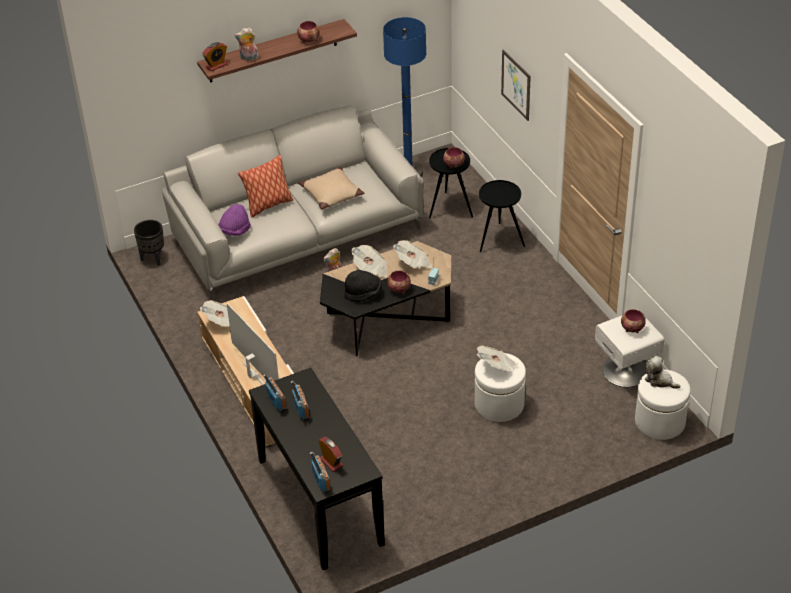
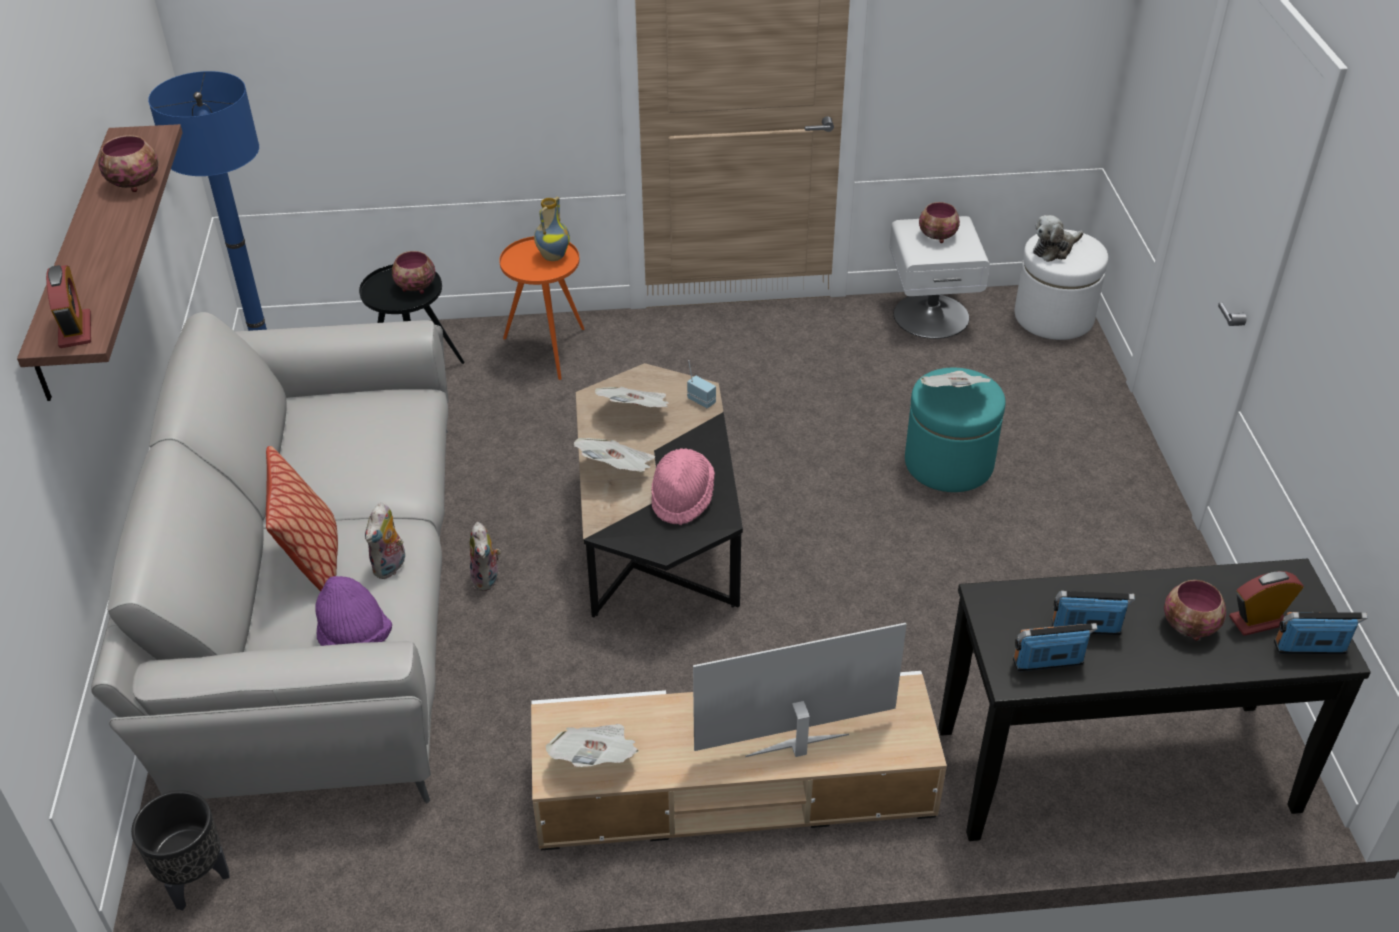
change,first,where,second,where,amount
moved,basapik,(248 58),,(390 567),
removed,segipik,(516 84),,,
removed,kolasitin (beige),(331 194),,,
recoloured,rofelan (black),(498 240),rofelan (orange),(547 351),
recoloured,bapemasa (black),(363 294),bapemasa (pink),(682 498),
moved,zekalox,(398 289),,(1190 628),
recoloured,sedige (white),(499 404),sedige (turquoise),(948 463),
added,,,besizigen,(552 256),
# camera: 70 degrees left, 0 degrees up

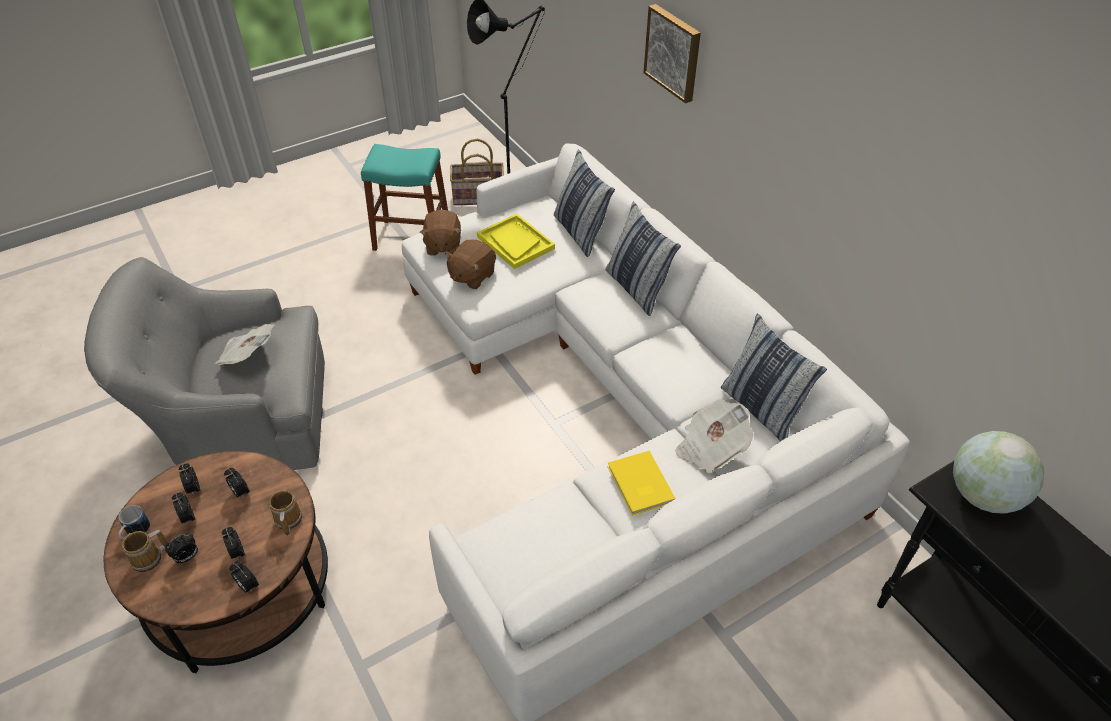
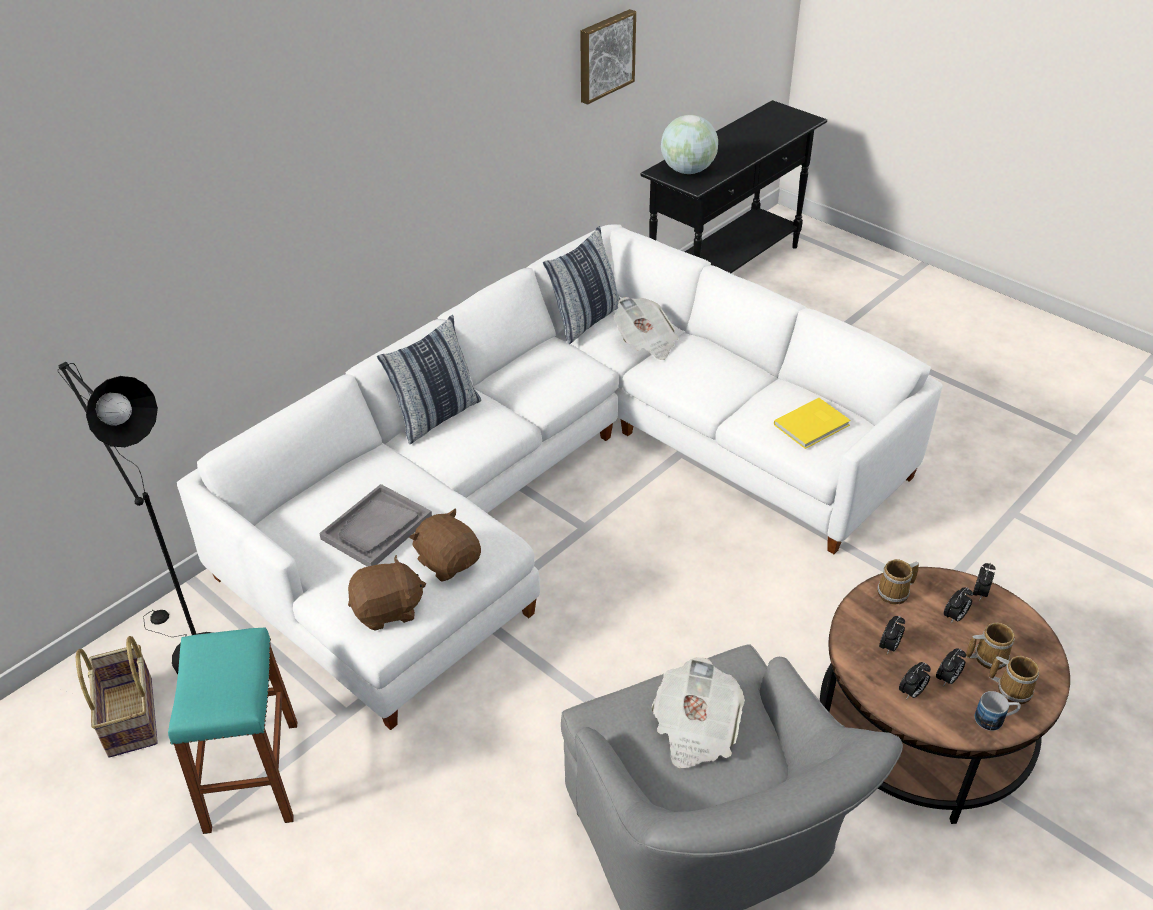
change,first,where,second,where,amount
moved,segipik,(674 52),,(605 55),
removed,kolasitin,(580 233),,,
recoloured,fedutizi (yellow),(515 243),fedutizi (grey),(376 528),
turned,basapik (brown),(472 276),,(448 561),150 degrees counterclockwise
moved,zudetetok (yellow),(639 485),,(813 425),
replaced,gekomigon,(187 557),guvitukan,(988 656),
# camera: 105 degrees left, 5 degrees down

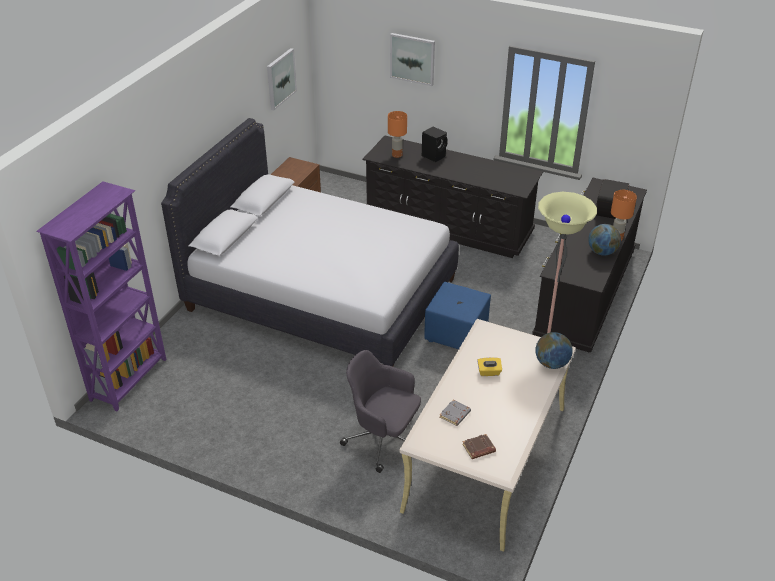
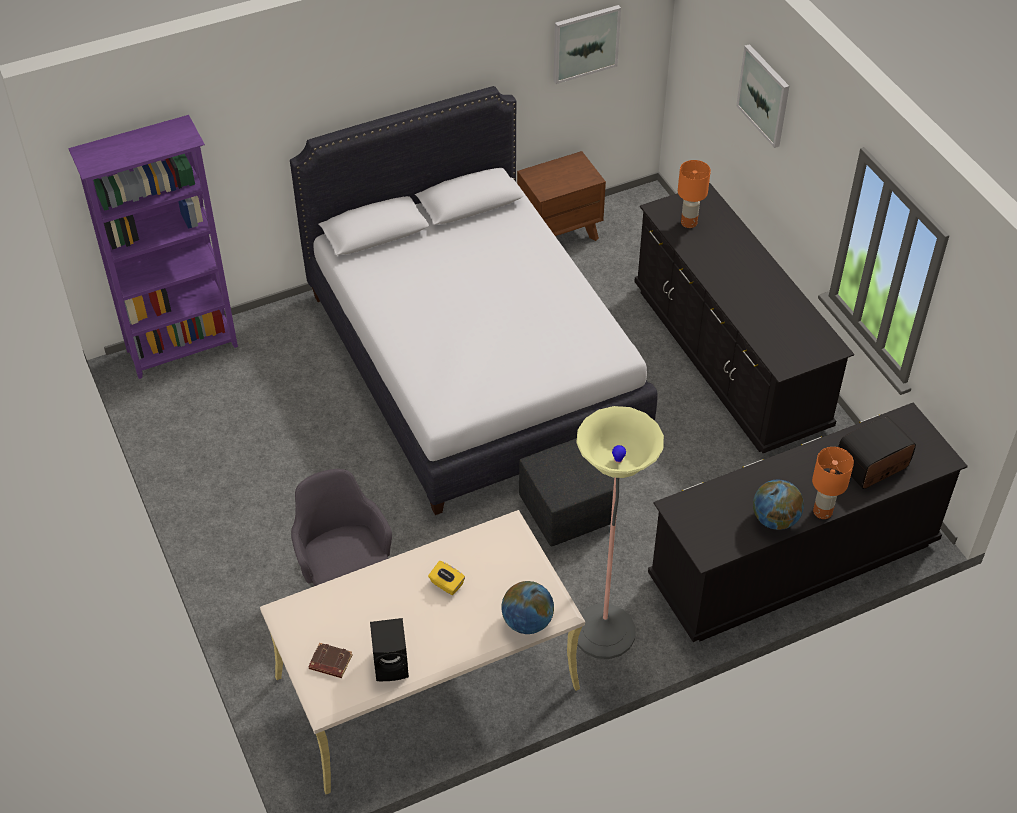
change,first,where,second,where,amount
moved,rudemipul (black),(434 156),,(392 664),
recoloured,sedige (blue),(455 334),sedige (black),(567 511),
removed,zudetetok (grey),(455 415),,,
# camera: 40 degrees right, 10 degrees up

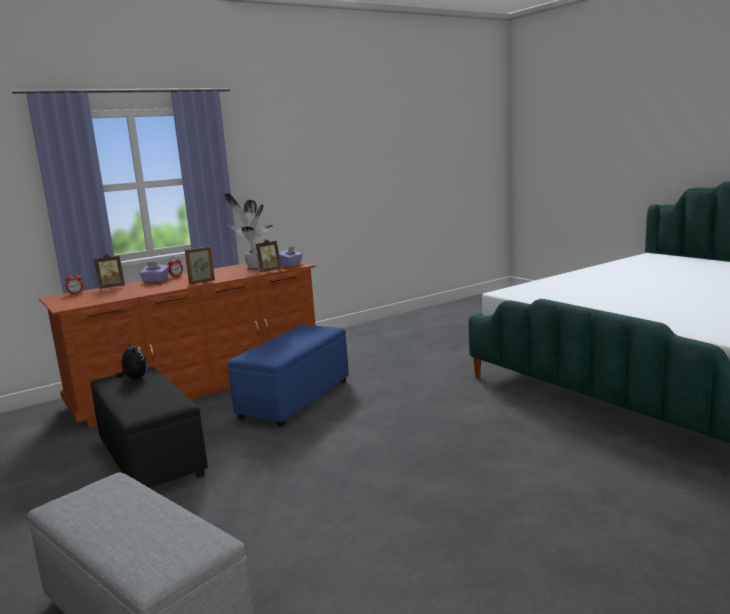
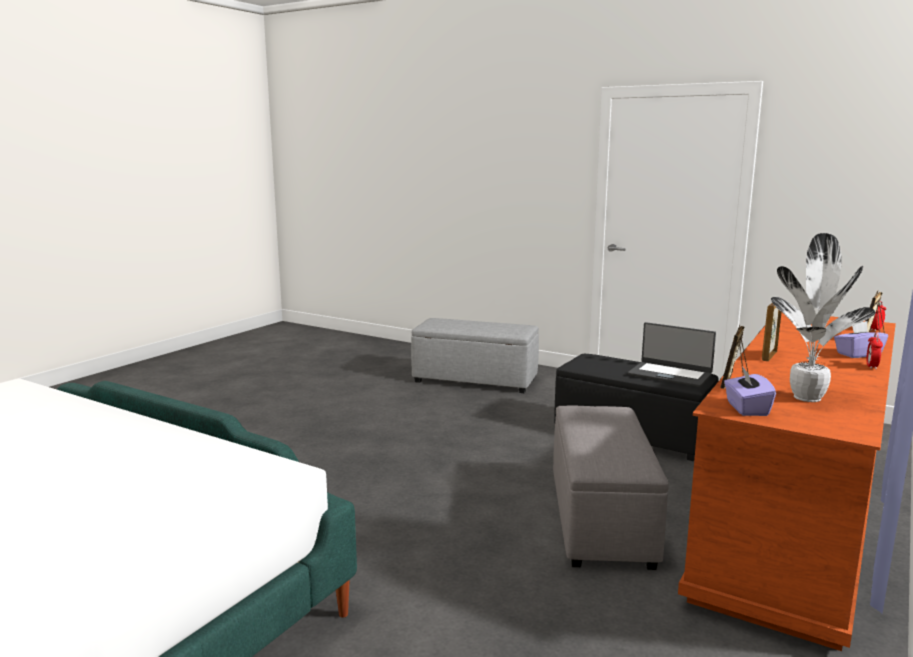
change,first,where,second,where,amount
recoloured,sedige (blue),(296 398),sedige (grey),(601 519),
replaced,basapik,(134 378),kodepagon,(670 374),
# camera: 155 degrees right, 0 degrees up

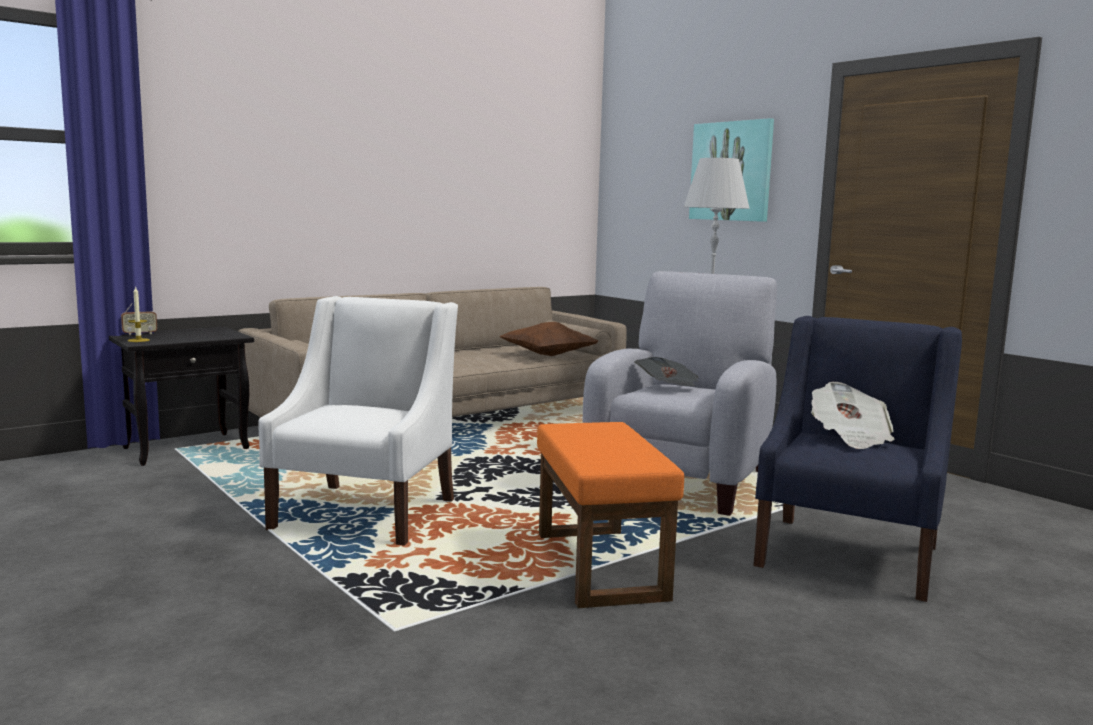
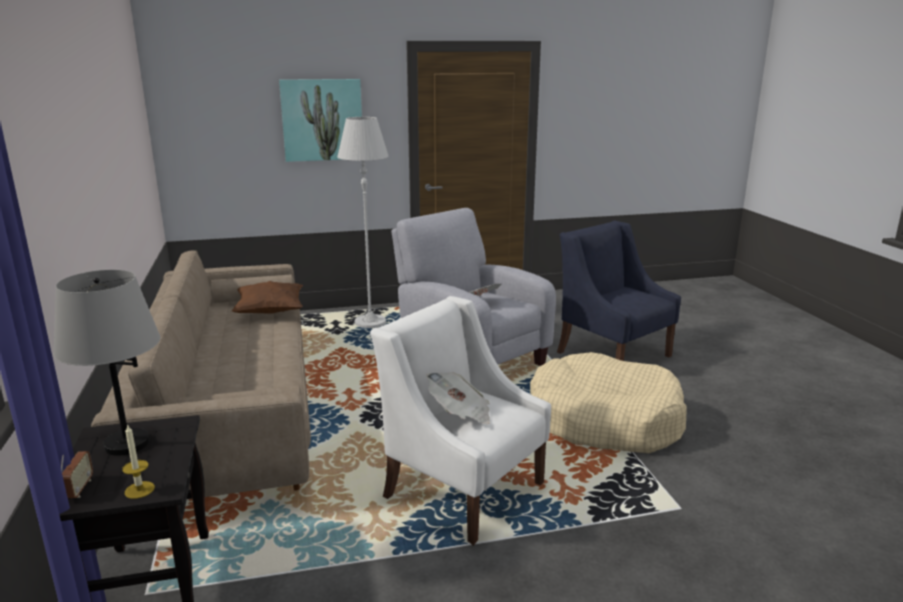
change,first,where,second,where,amount
moved,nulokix,(850 437),,(460 413),
replaced,sedige (orange),(602 566),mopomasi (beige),(604 420),
added,,,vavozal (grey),(126 444),
# camera: 65 degrees left, 10 degrees up

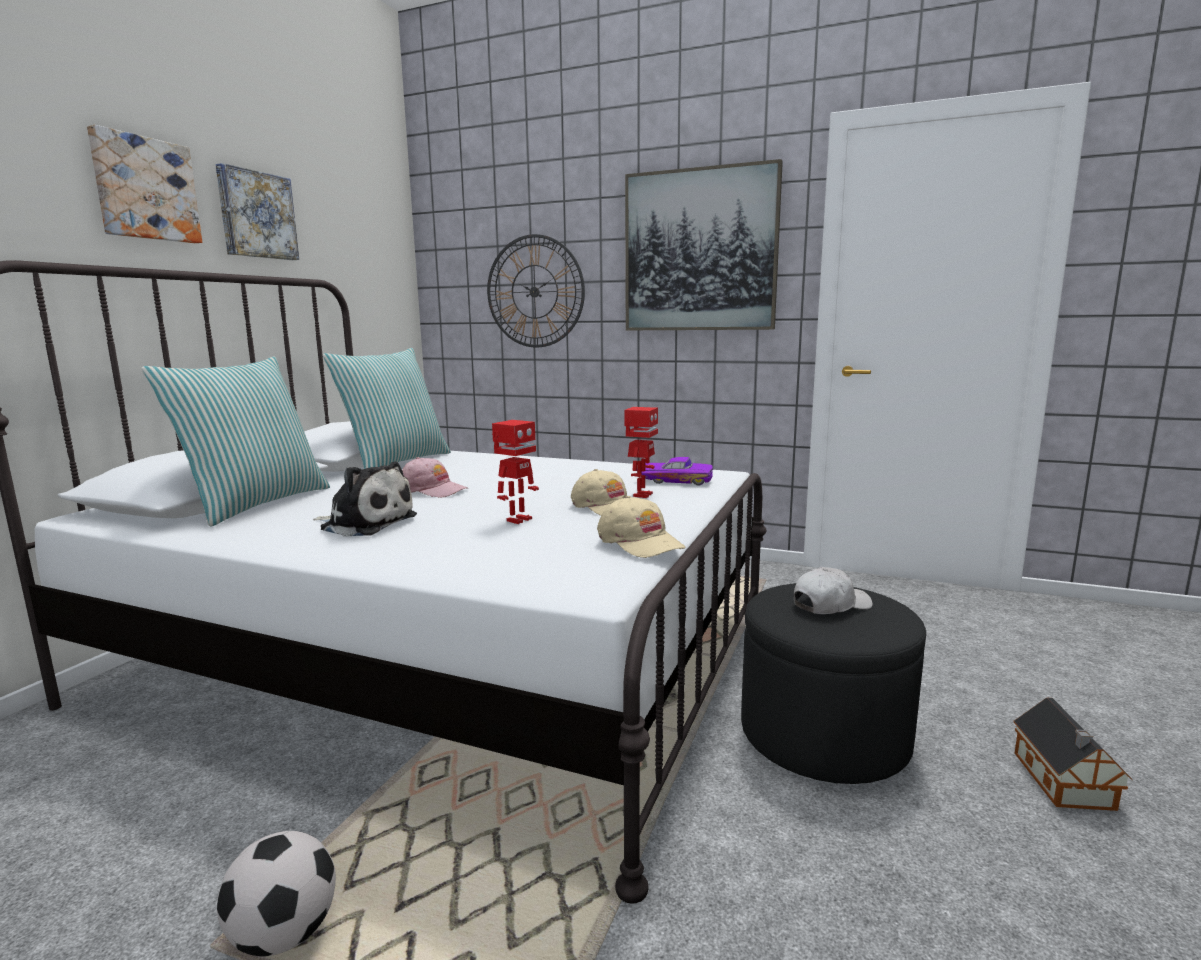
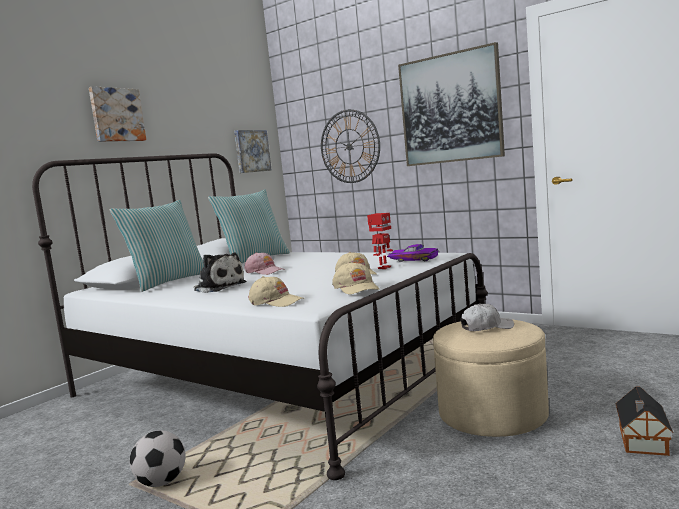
change,first,where,second,where,amount
moved,segipik,(256 215),,(251 151),
removed,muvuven,(518 520),,,
recoloured,sedige (black),(823 735),sedige (beige),(492 415),
added,,,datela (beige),(275 302),
# camera: 15 degrees right, 5 degrees down

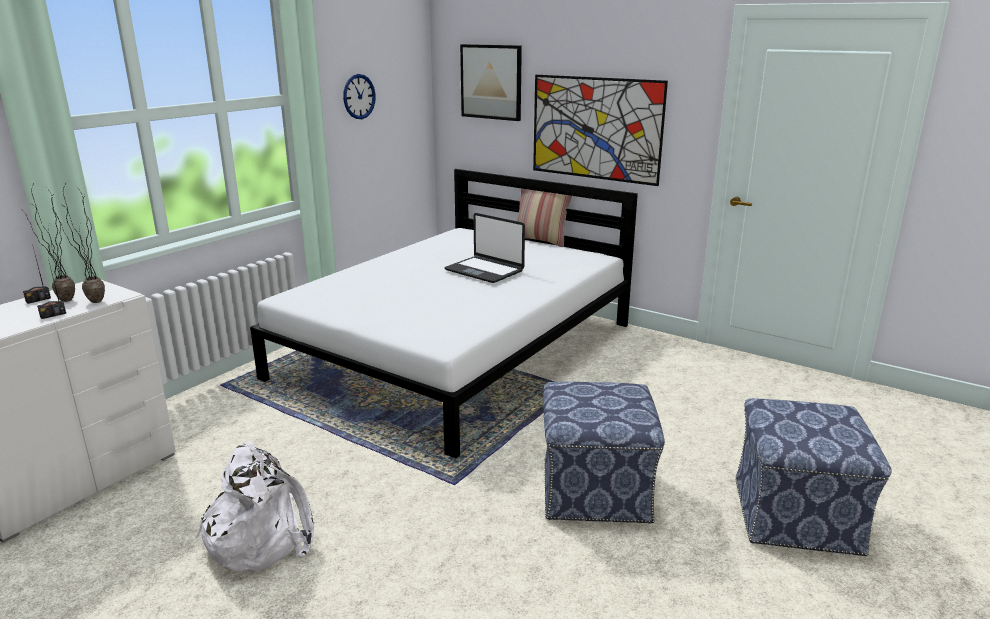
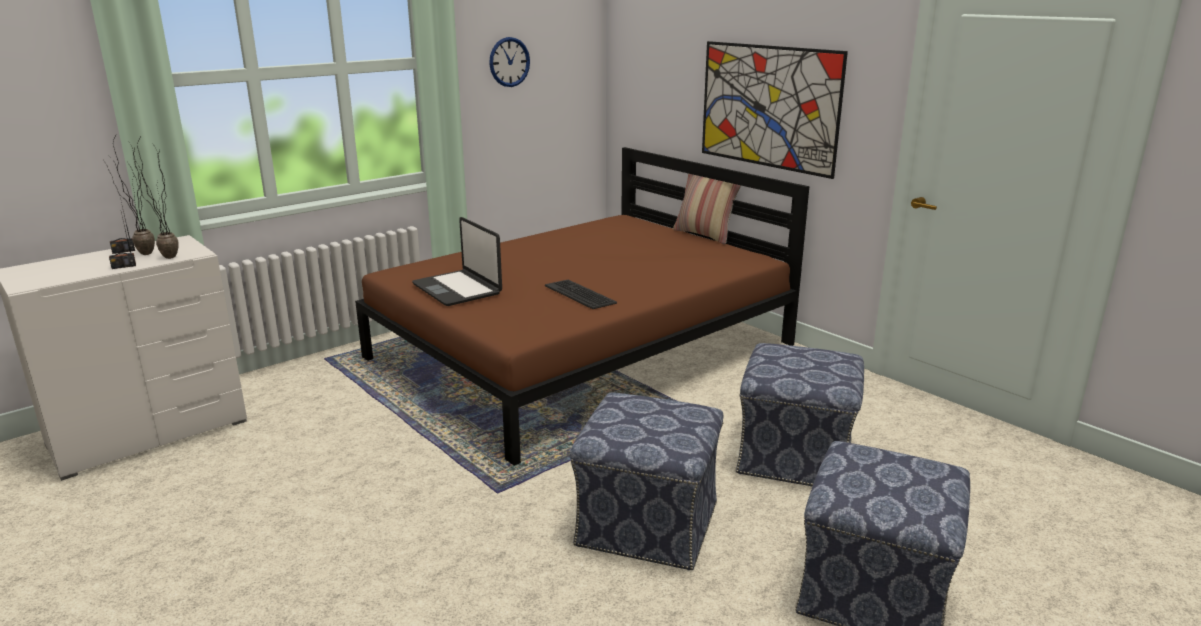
change,first,where,second,where,amount
removed,segipik,(491 82),,,
recoloured,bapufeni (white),(459 350),bapufeni (brown),(583 351),
moved,kodepagon,(485 270),,(458 289),
removed,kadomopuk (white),(261 537),,,
added,,,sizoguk,(580 294),
added,,,sedige,(796 457),
# camera: 15 degrees right, 0 degrees up

